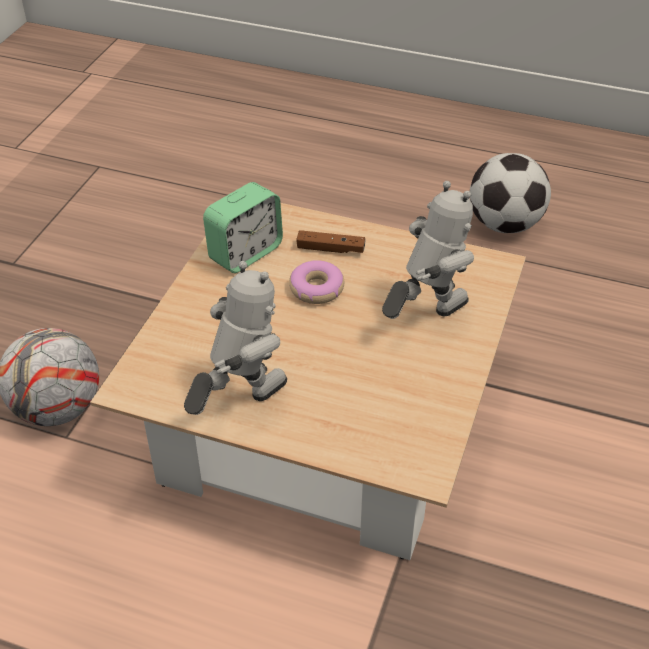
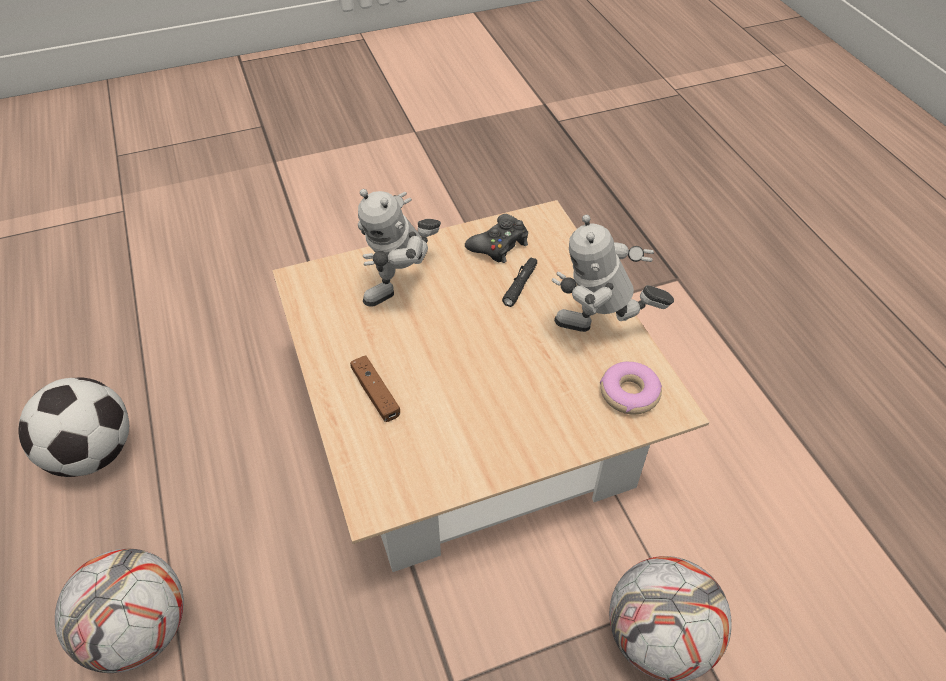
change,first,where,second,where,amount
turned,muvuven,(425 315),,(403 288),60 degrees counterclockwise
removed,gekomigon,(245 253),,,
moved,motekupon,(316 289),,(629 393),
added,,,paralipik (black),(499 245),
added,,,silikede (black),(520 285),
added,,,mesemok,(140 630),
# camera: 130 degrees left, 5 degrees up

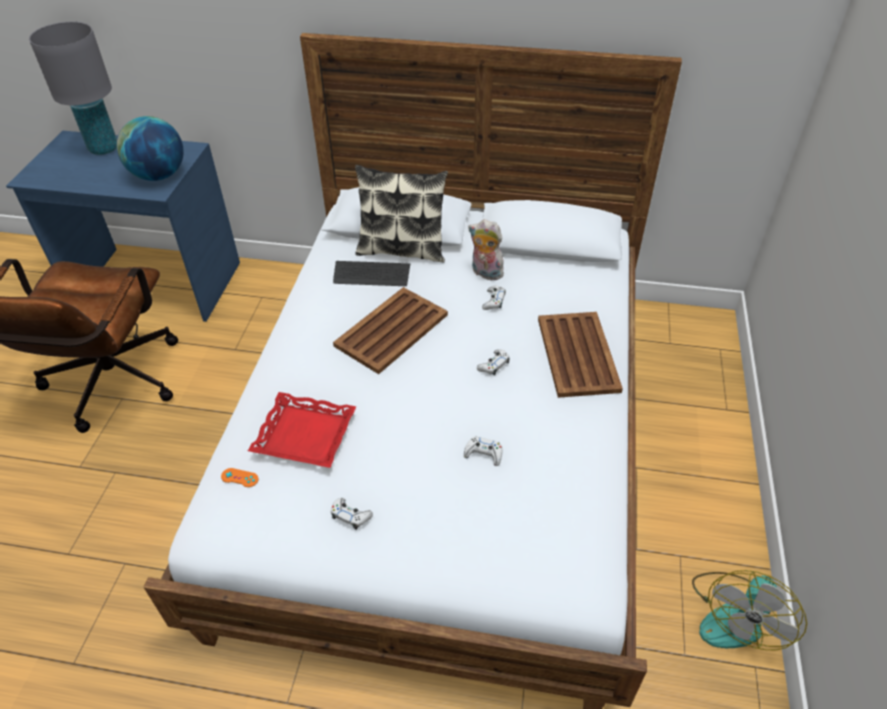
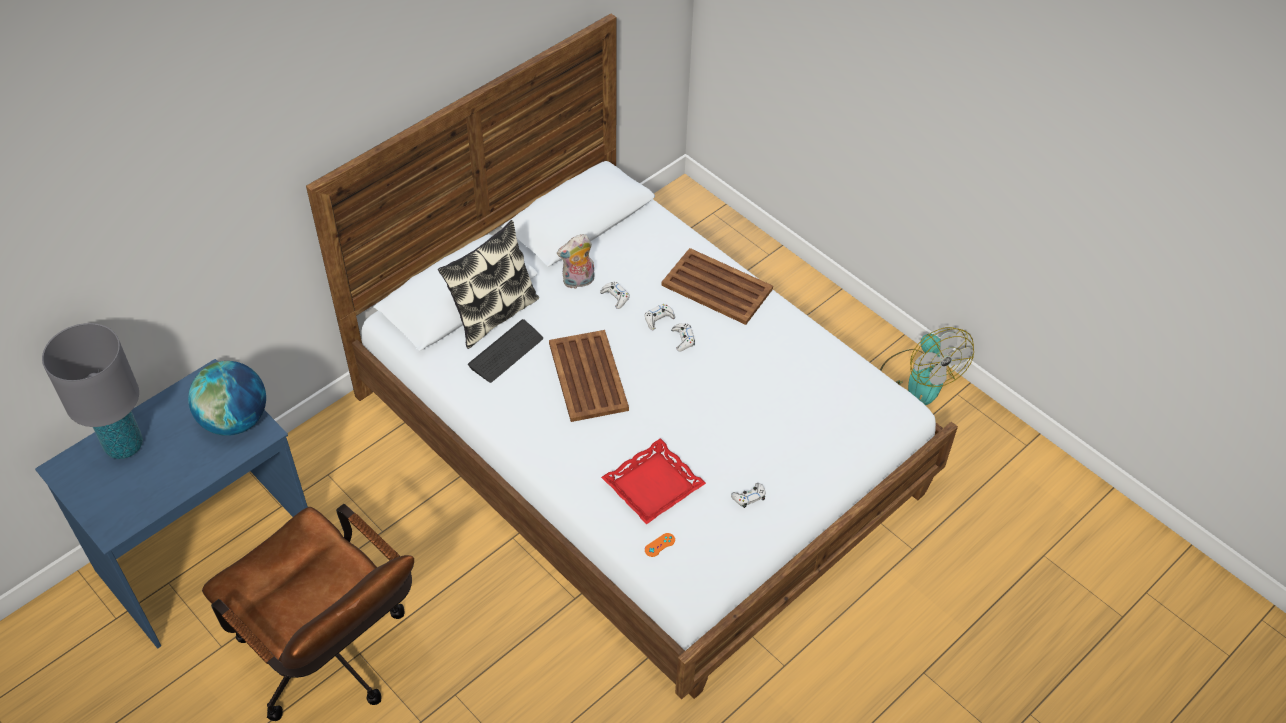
change,first,where,second,where,amount
moved,paralipik (white),(483 454),,(658 319),
# camera: 55 degrees left, 5 degrees up

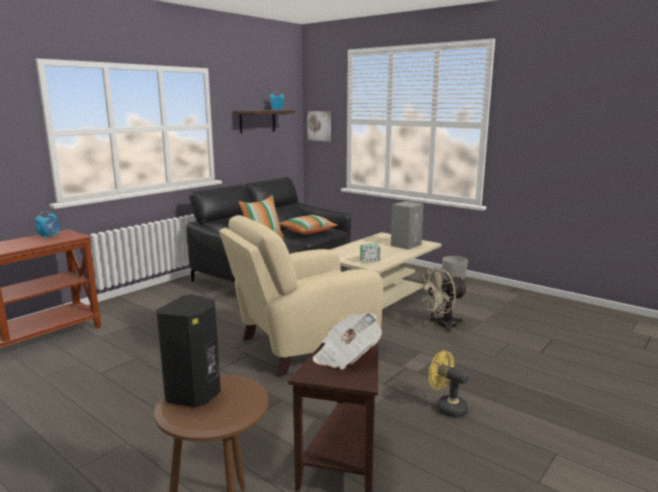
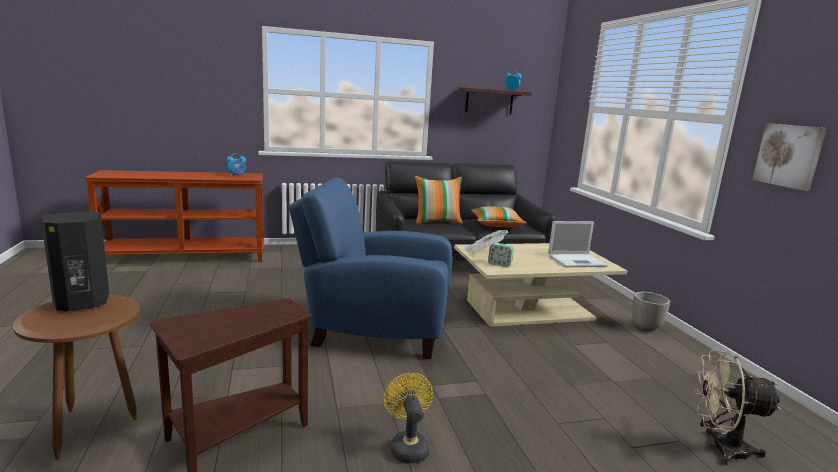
change,first,where,second,where,amount
moved,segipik,(319 126),,(789 155),
replaced,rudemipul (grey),(406 245),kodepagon,(577 261),
recoloured,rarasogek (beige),(302 345),rarasogek (blue),(374 329),
moved,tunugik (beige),(442 325),,(720 448),
moved,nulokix,(346 356),,(483 252),
# camera: 35 degrees right, 0 degrees up

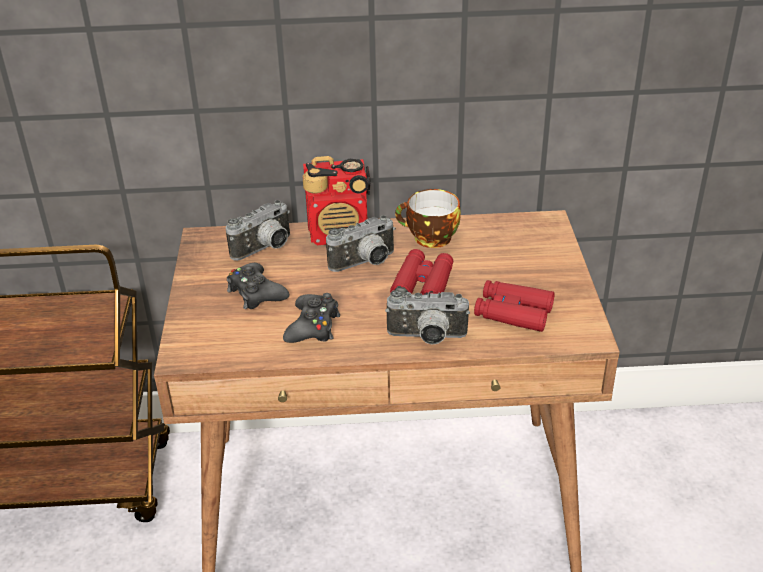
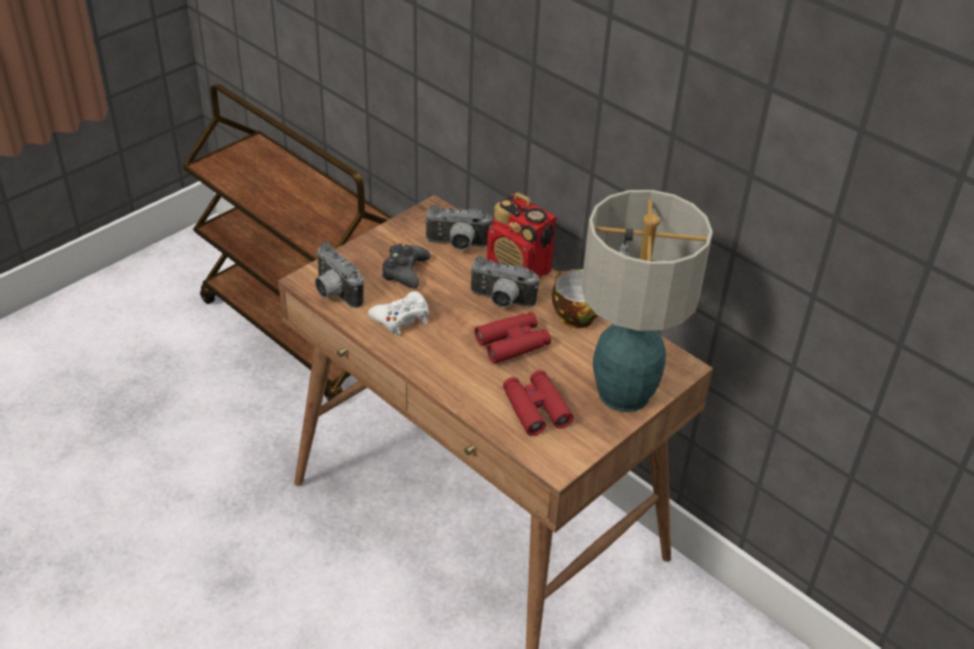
change,first,where,second,where,amount
moved,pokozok,(427 338),,(333 293),
recoloured,paralipik (black),(313 326),paralipik (white),(402 318),
added,,,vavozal,(622 394),
# camera: 45 degrees right, 5 degrees up

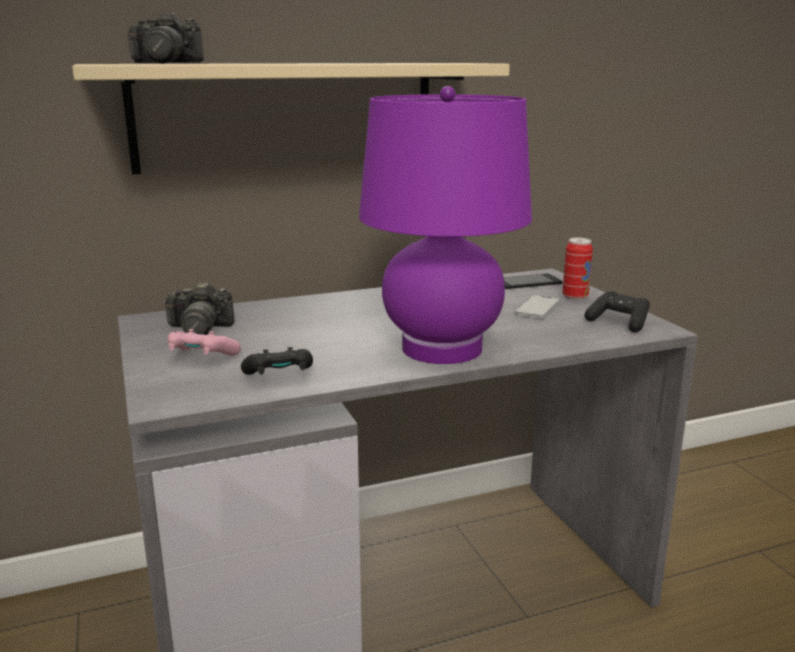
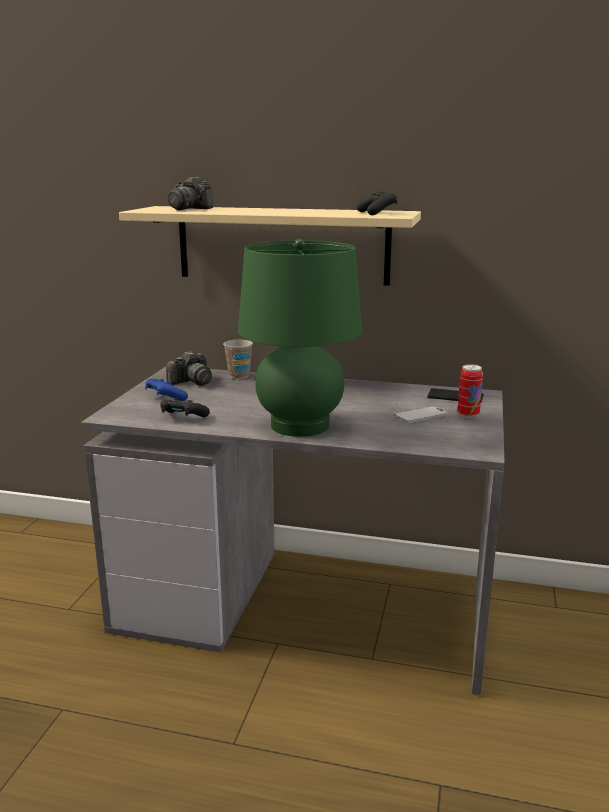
change,first,where,second,where,amount
recoloured,vavozal (purple),(442 349),vavozal (green),(300 425),
turned,pokozok,(200 329),,(192 382),75 degrees counterclockwise
moved,paralipik (black),(618 322),,(377 213),
recoloured,paralipik (pink),(202 357),paralipik (blue),(165 398),
added,,,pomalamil,(239 376),
# camera: 35 degrees right, 0 degrees up

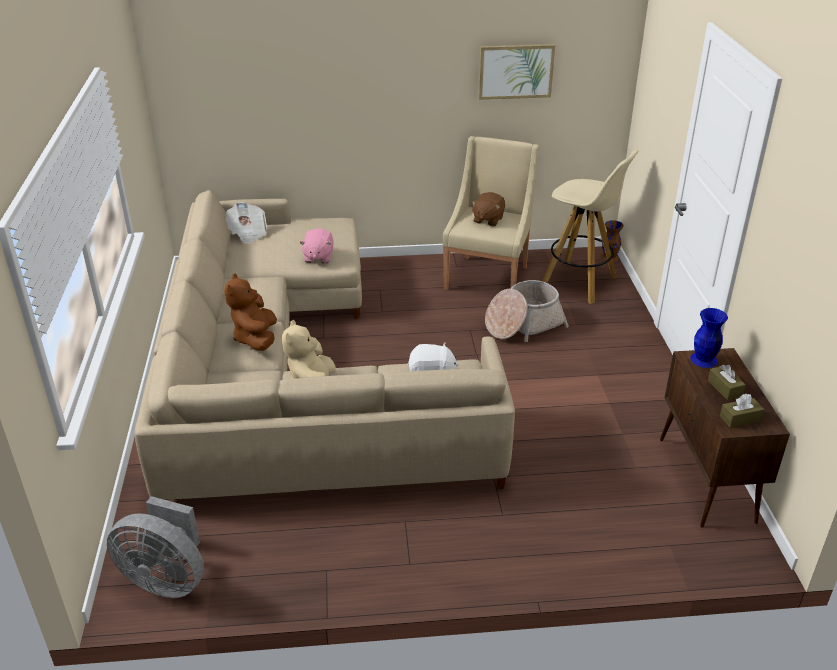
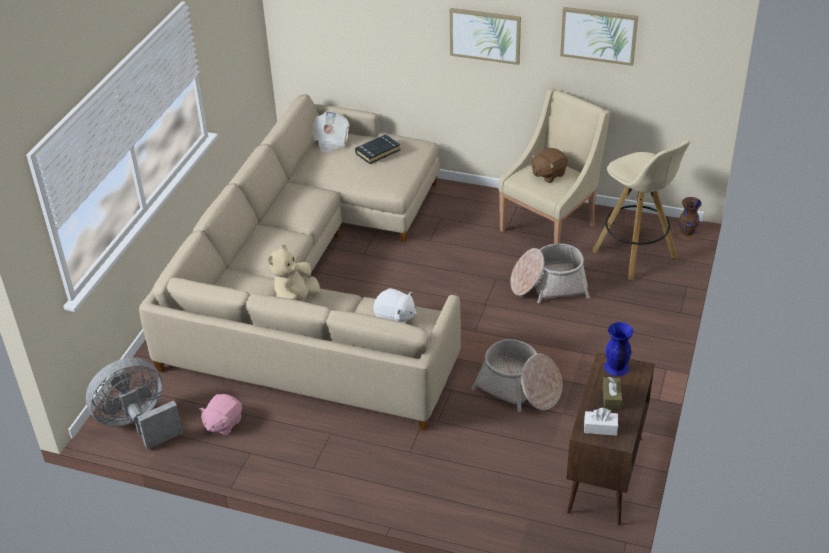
change,first,where,second,where,amount
moved,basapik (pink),(318 257),,(223 424),
removed,basapik (brown),(256 339),,,
recoloured,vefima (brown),(740 418),vefima (white),(600 428),
turned,tunugik (grey),(167 579),,(138 424),105 degrees clockwise
added,,,segipik,(485 35),
added,,,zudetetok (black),(377 152),
added,,,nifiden,(519 388),
# camera: 25 degrees right, 5 degrees up

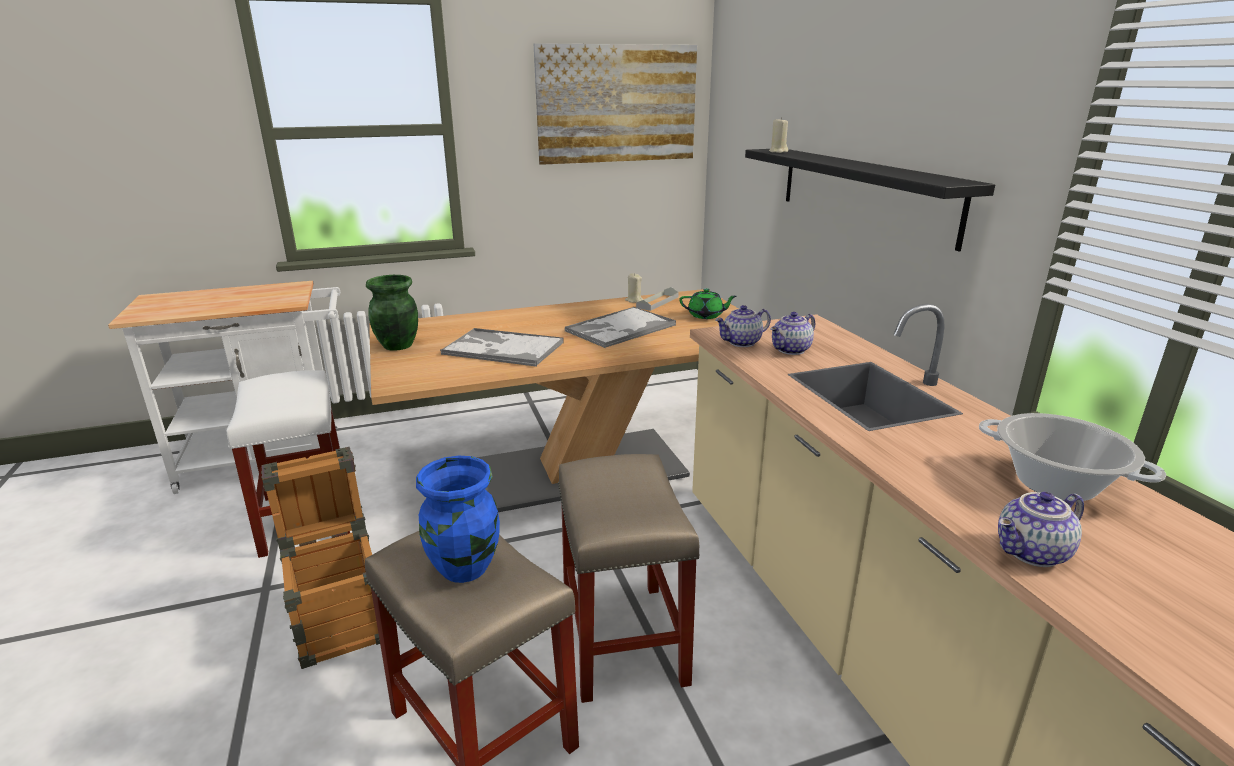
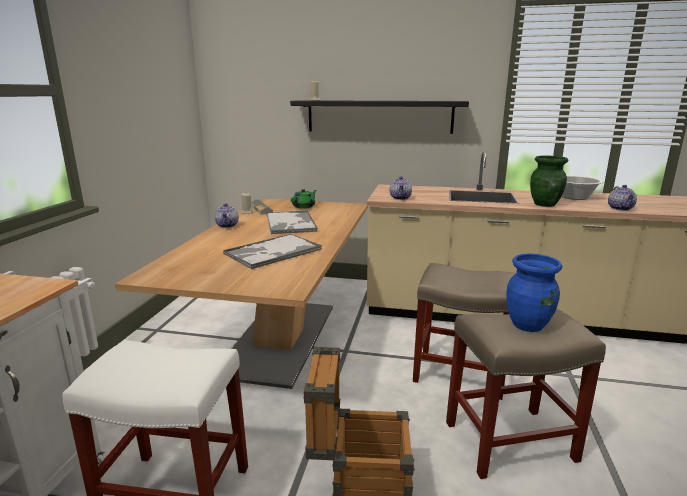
change,first,where,second,where,amount
removed,segipik,(617 104),,,
moved,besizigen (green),(398 346),,(545 204),
moved,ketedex,(791 350),,(228 226),
# camera: 60 degrees left, 5 degrees down

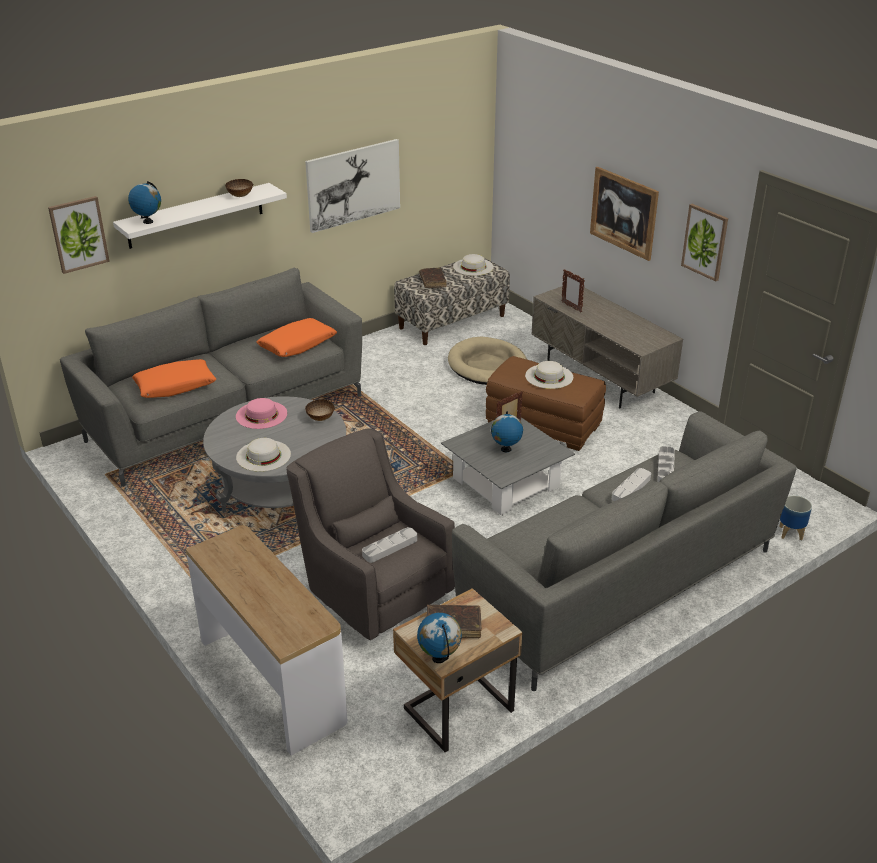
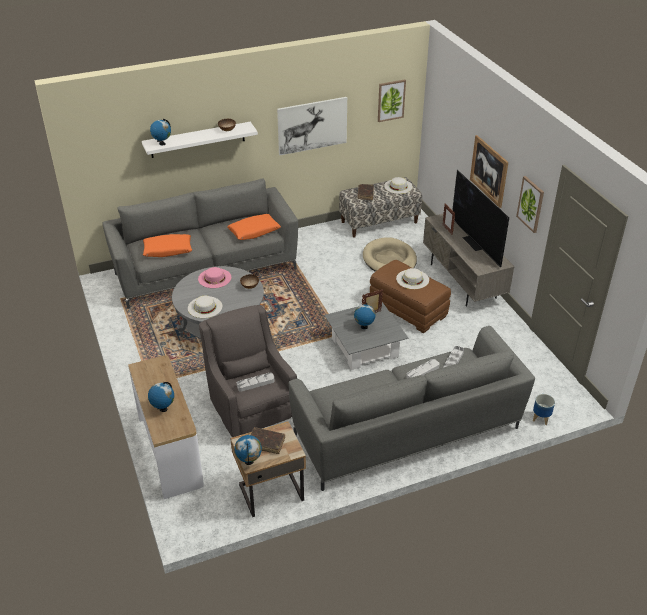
change,first,where,second,where,amount
moved,segipik,(78 234),,(391 100),
added,,,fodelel,(475 243),
added,,,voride,(163 409),
# camera: 15 degrees right, 5 degrees up

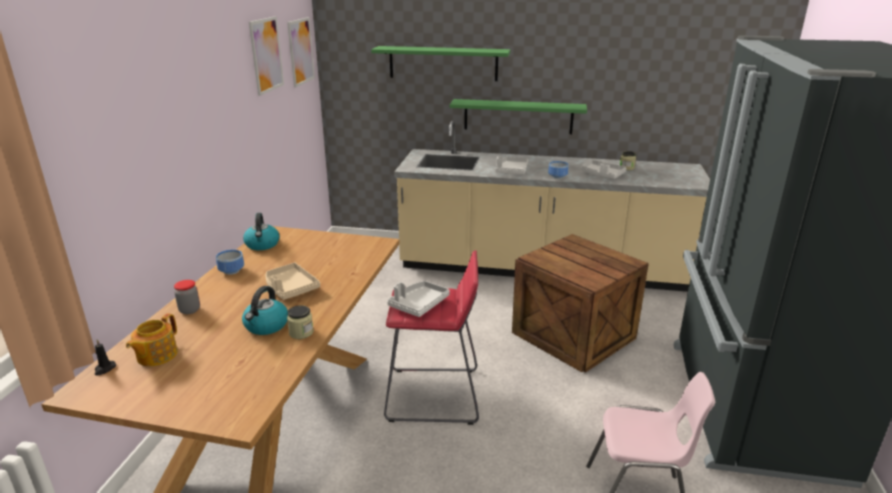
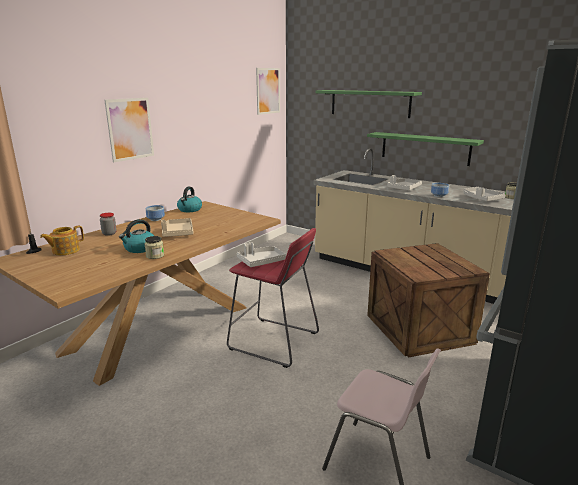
change,first,where,second,where,amount
moved,segipik,(266 55),,(130 129),
# camera: 25 degrees right, 5 degrees down

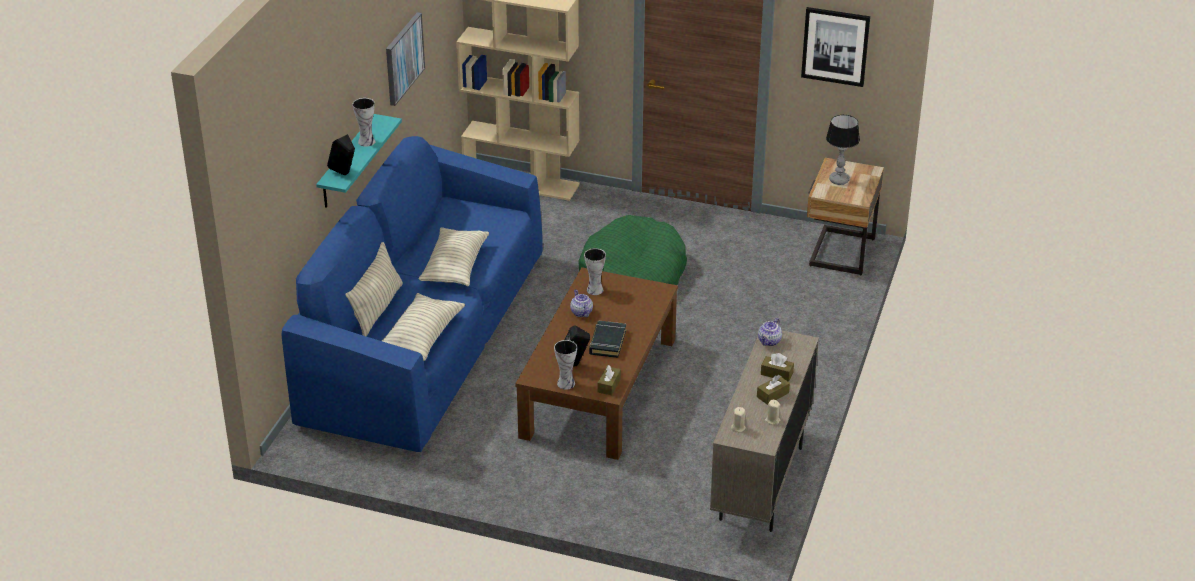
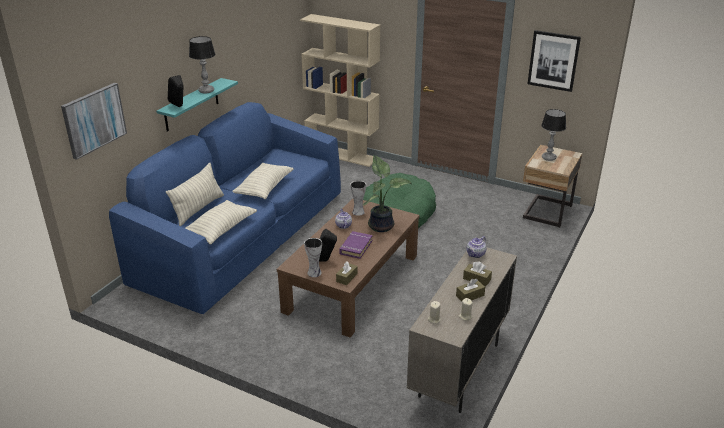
change,first,where,second,where,amount
moved,segipik,(403 58),,(94 120),
replaced,besizigen,(367 141),vavozal,(206 91),
recoloured,zudetetok (black),(607 342),zudetetok (purple),(355 247),
added,,,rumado,(382 225),
# camera: 10 degrees right, 5 degrees down

